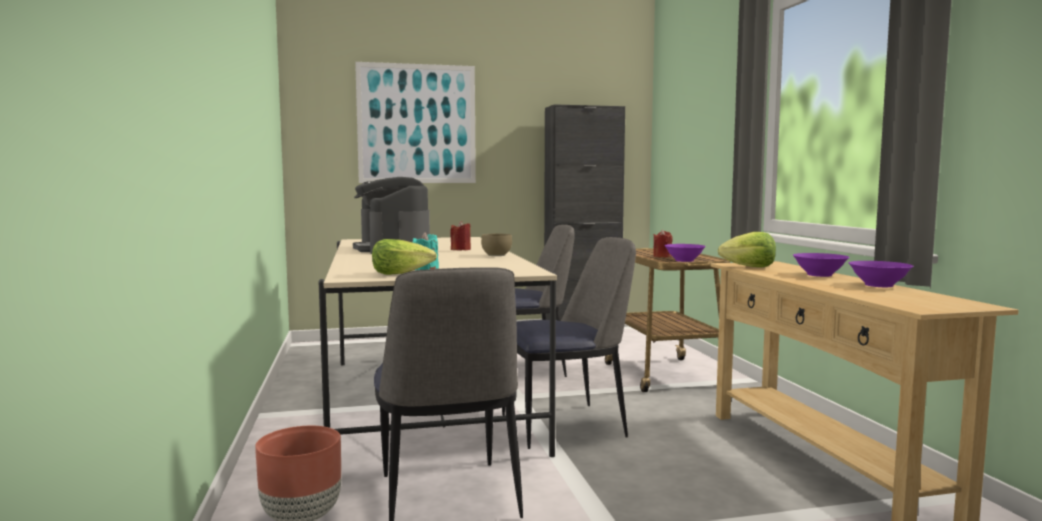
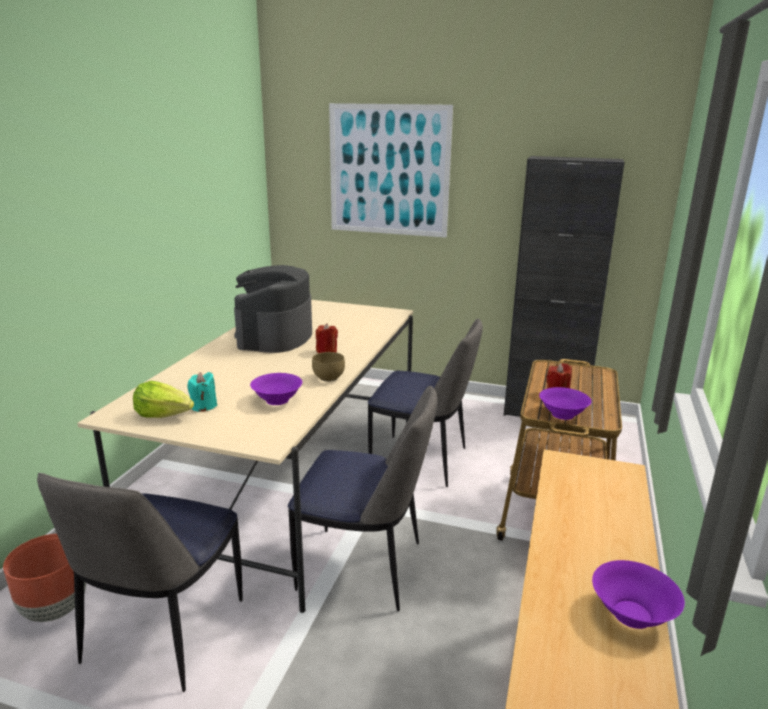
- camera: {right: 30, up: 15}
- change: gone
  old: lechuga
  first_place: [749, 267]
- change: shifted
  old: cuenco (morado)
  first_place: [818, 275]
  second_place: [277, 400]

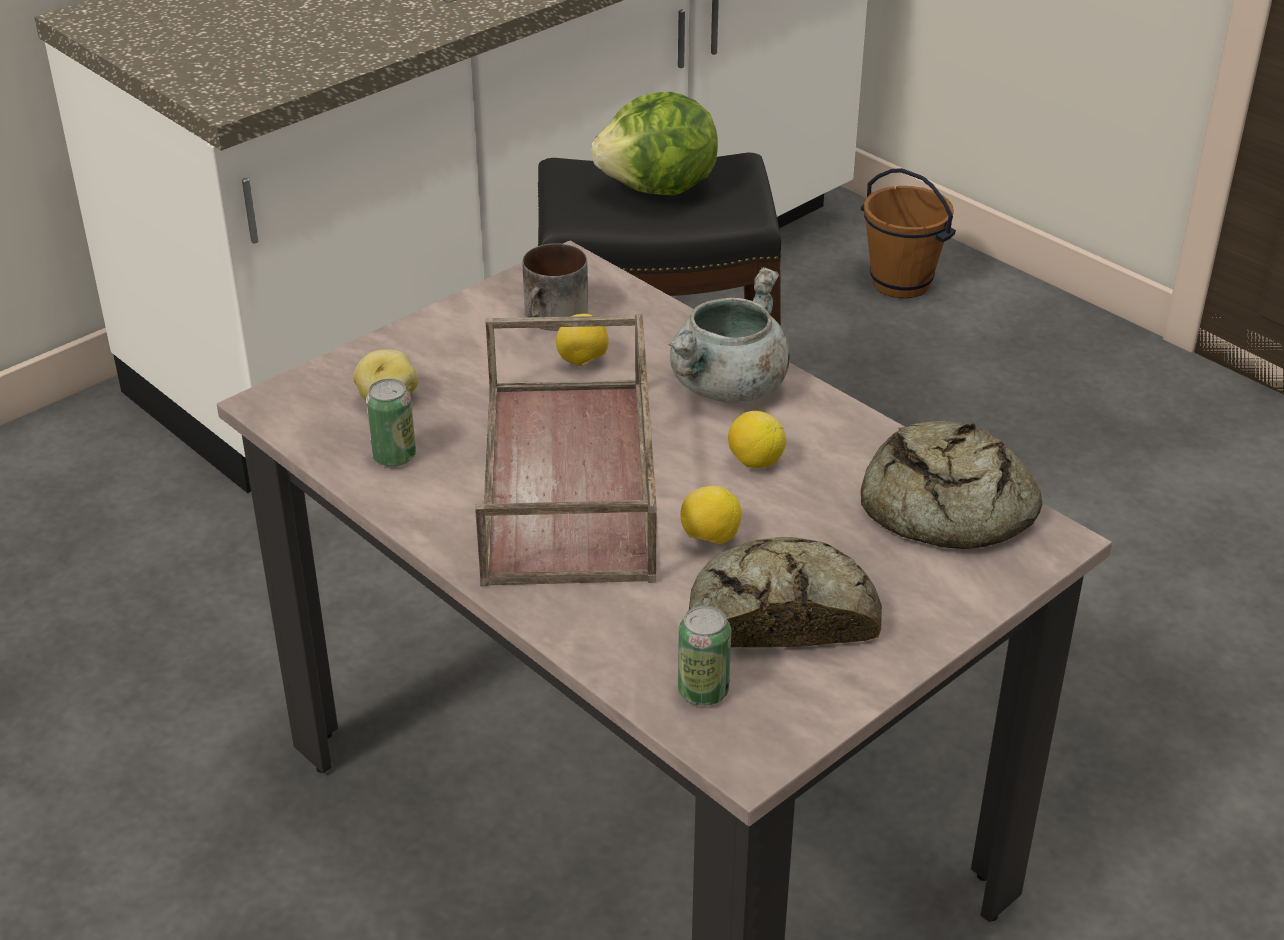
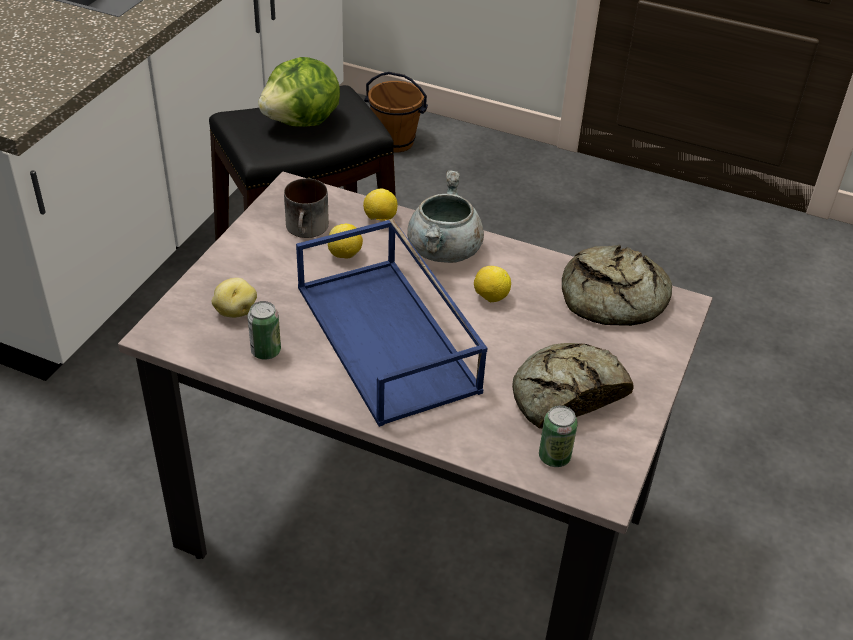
- camera: {right: -25, up: 5}
- change: repainted
  old: bandeja (marrón)
  new: bandeja (azul)
  first_place: [571, 481]
  second_place: [389, 339]
- change: shifted
  old: limón
  first_place: [710, 539]
  second_place: [380, 219]

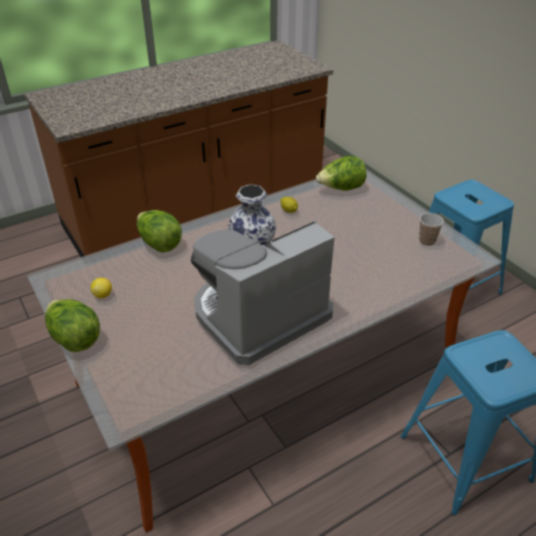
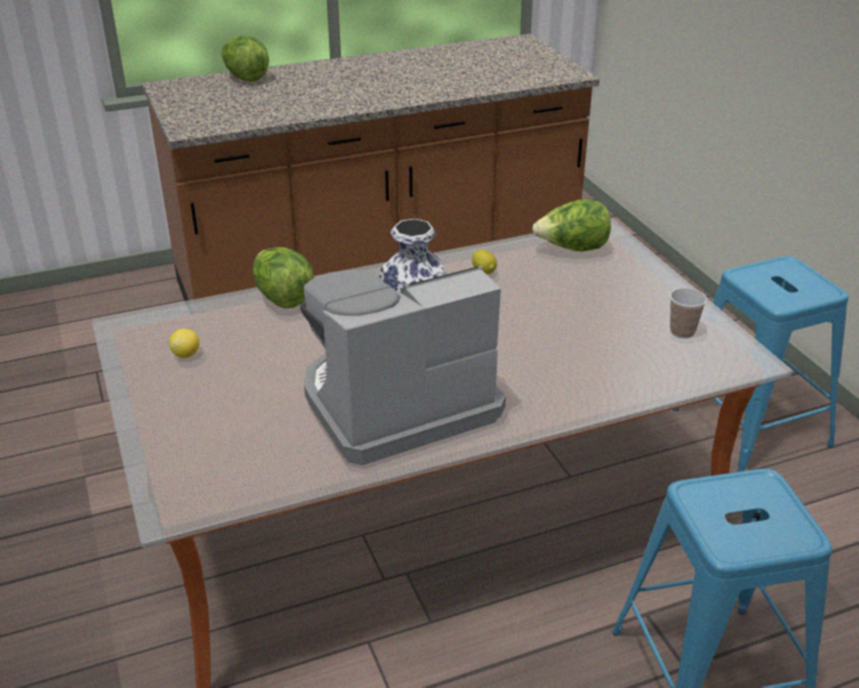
- camera: {right: 10, up: -5}
- change: shifted
  old: lechuga
  first_place: [75, 339]
  second_place: [245, 77]

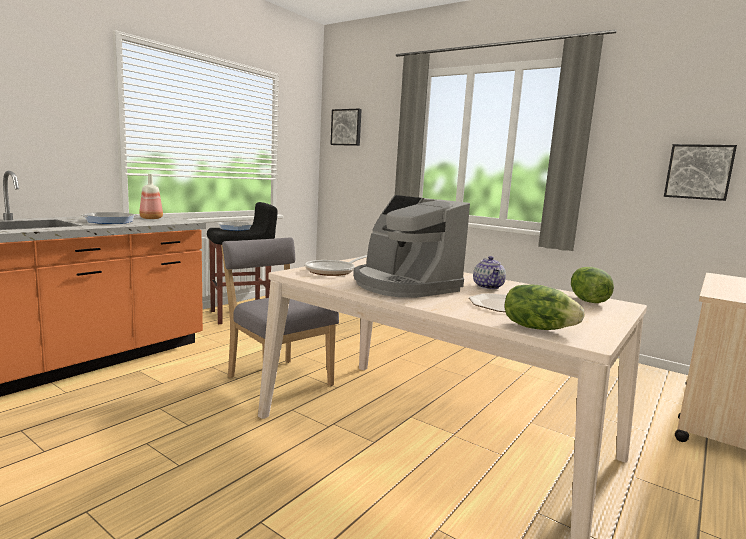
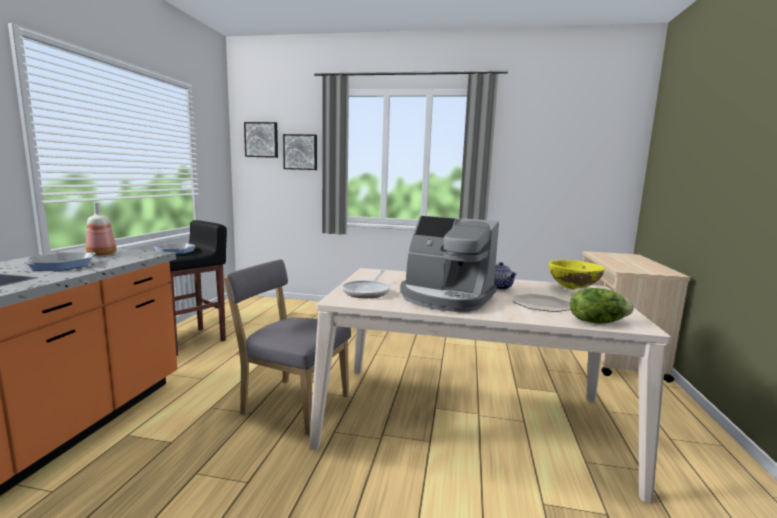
- camera: {right: -25, up: 0}
- change: shifted
  old: cuadro
  first_place: [699, 172]
  second_place: [300, 152]
- change: swapped
  old: lechuga
  new: cuenco (amarillo)
  first_place: [586, 300]
  second_place: [573, 289]

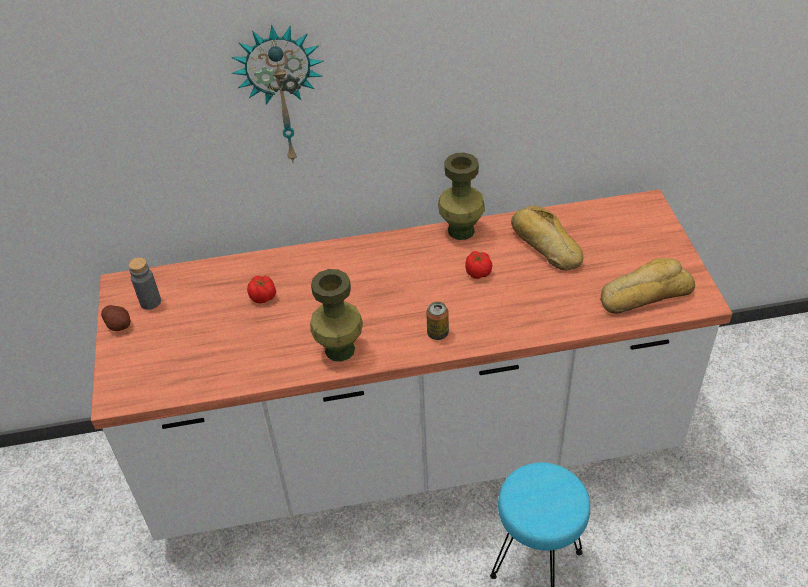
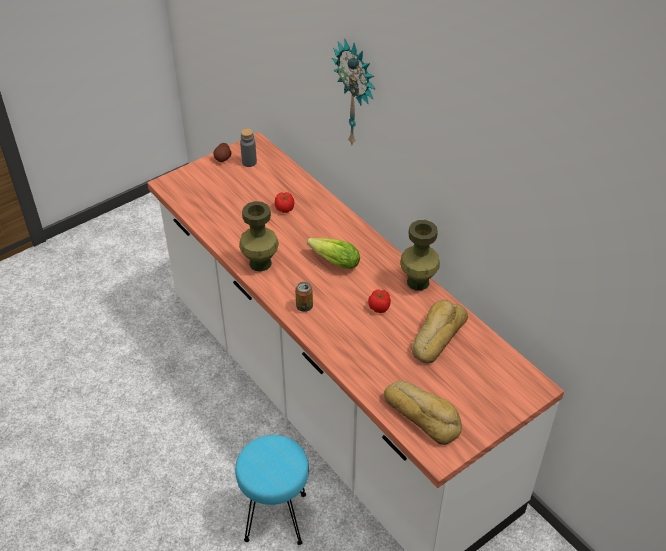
- camera: {right: 60, up: 0}
- change: new
  new: lechuga
  second_place: [332, 261]

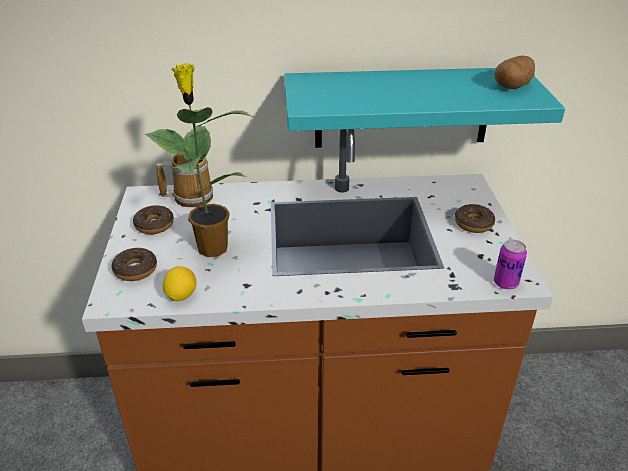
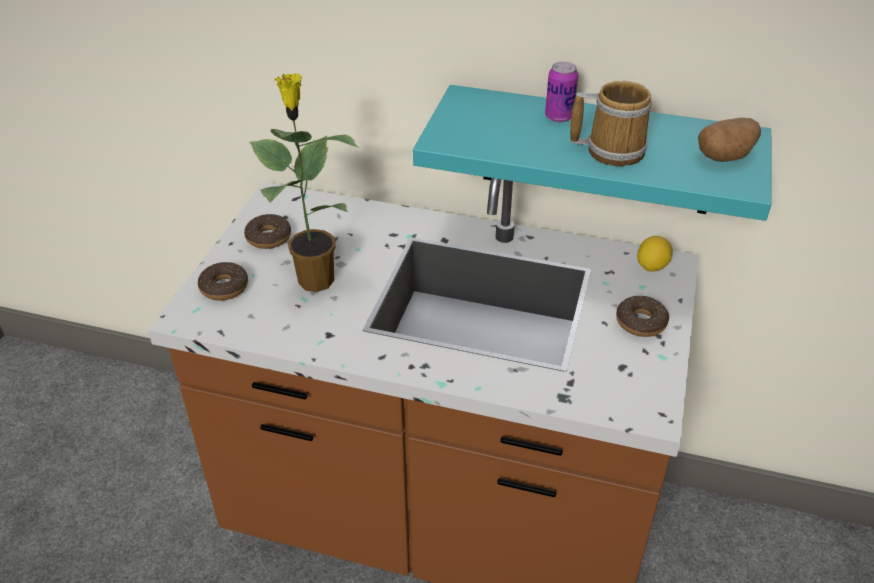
- camera: {right: 20, up: 5}
- change: shifted
  old: taza grande
  first_place: [190, 196]
  second_place: [611, 150]
- change: shifted
  old: lata
  first_place: [505, 283]
  second_place: [559, 117]
- change: shifted
  old: limón
  first_place: [181, 295]
  second_place: [651, 266]

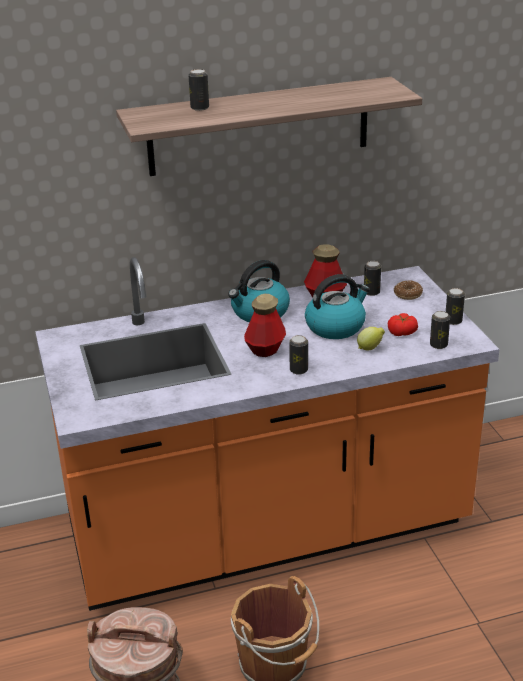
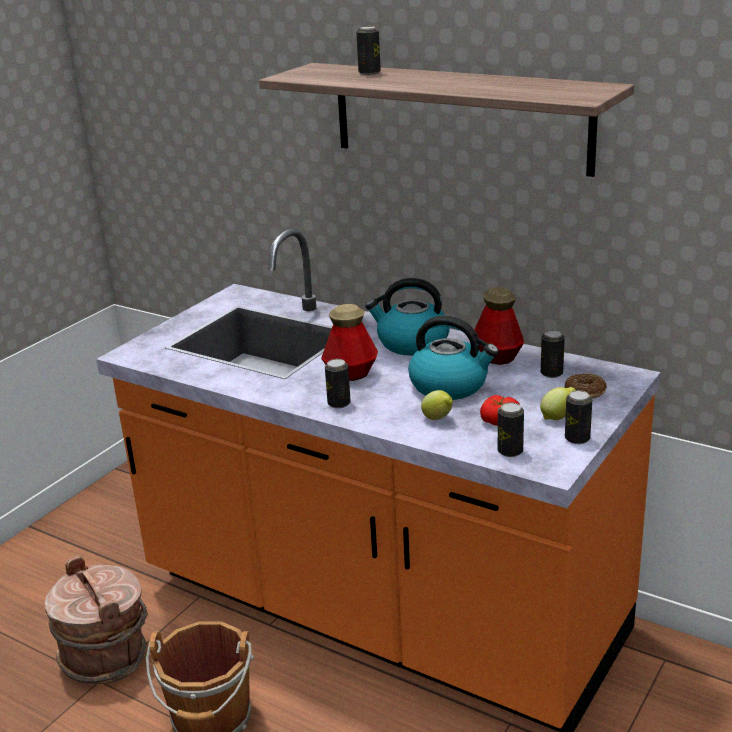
- camera: {right: 50, up: -5}
- change: new
  new: limón
  second_place: [558, 417]

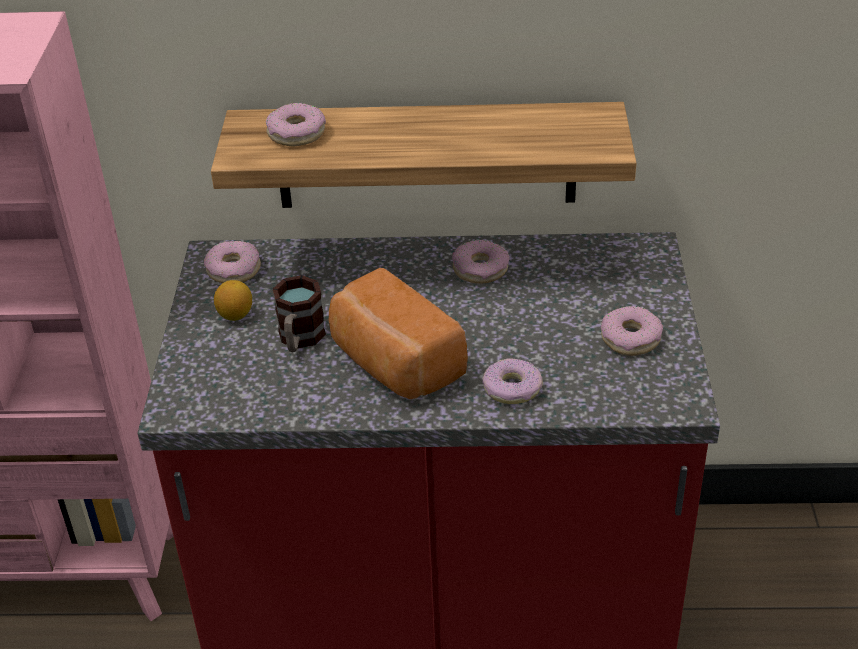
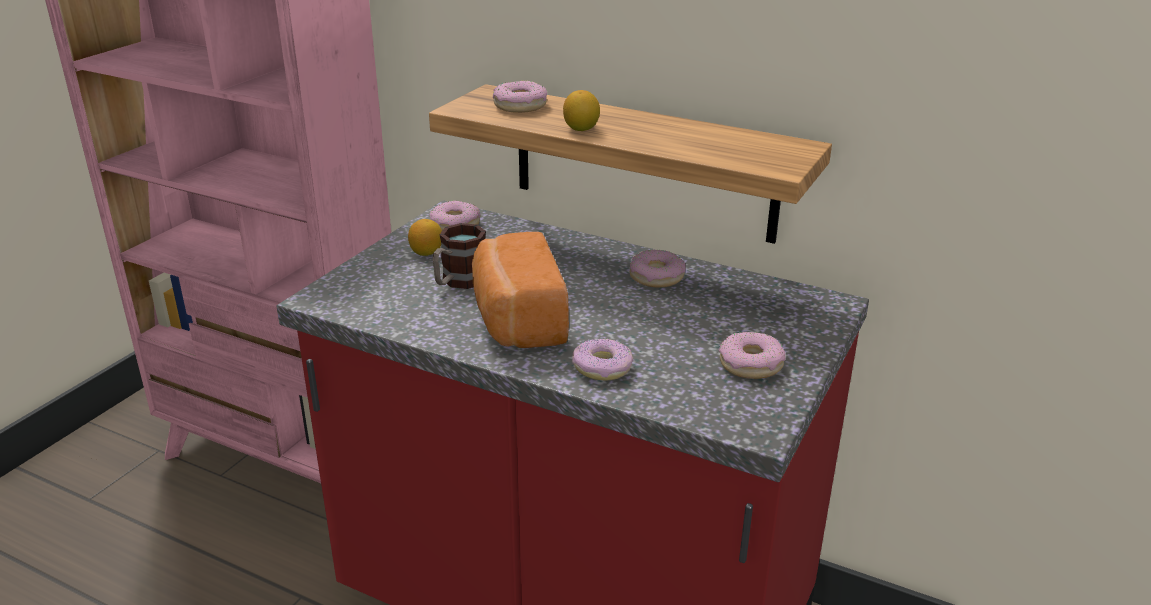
- camera: {right: 25, up: -10}
- change: new
  new: limón
  second_place: [581, 129]

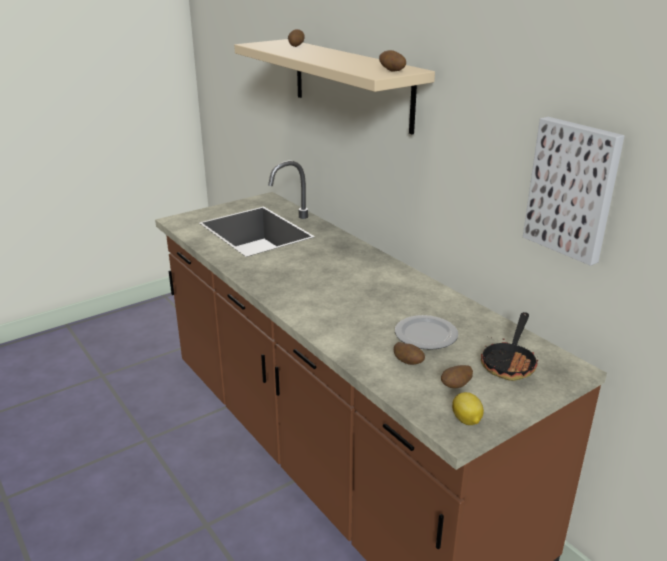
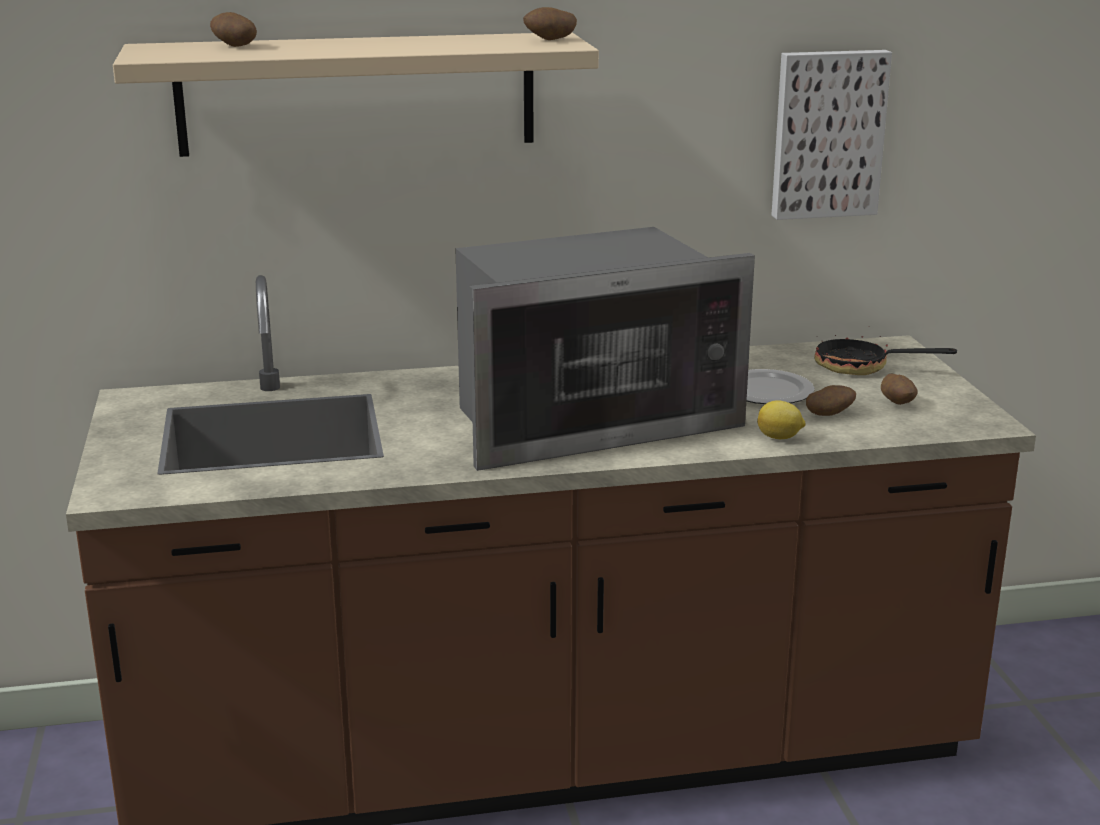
- camera: {right: -65, up: -5}
- change: rotated
  old: sartén
  first_place: [510, 362]
  second_place: [862, 367]
  degrees: 150
- change: shifted
  old: limón
  first_place: [466, 421]
  second_place: [780, 437]
- change: new
  new: microondas
  second_place: [586, 420]

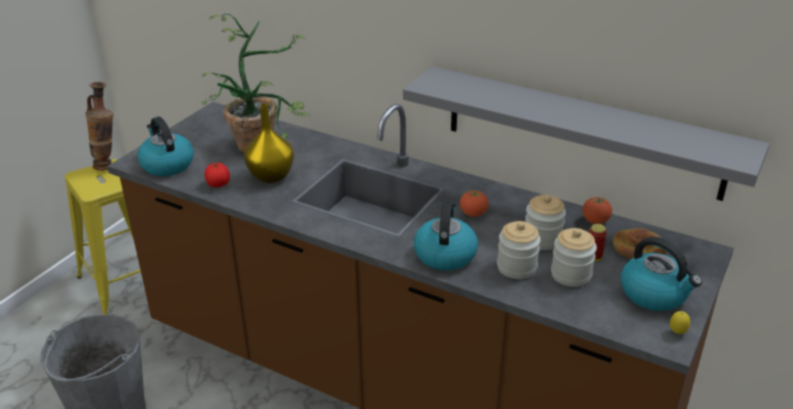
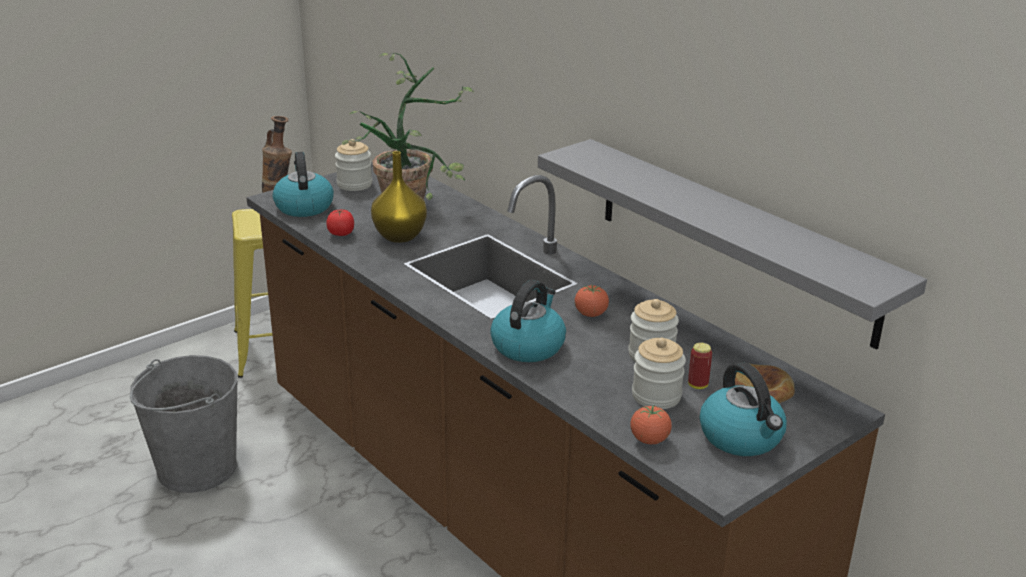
- camera: {right: 20, up: -5}
- change: shifted
  old: tomate
  first_place: [595, 221]
  second_place: [649, 440]
- change: shifted
  old: tarro
  first_place: [516, 267]
  second_place: [354, 184]
- change: gone
  old: limón
  first_place: [677, 333]

